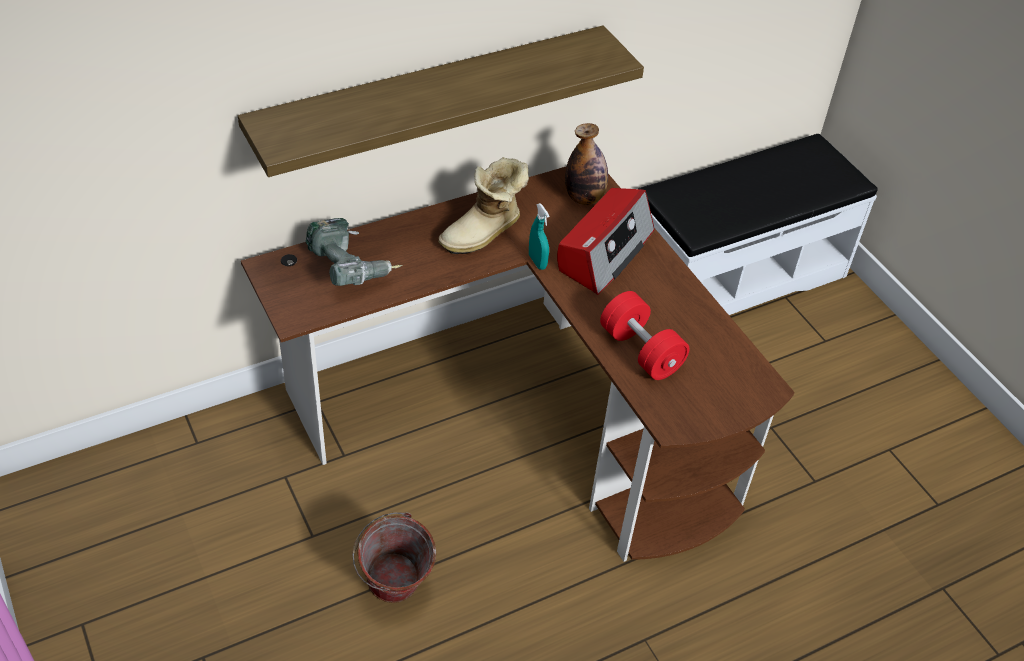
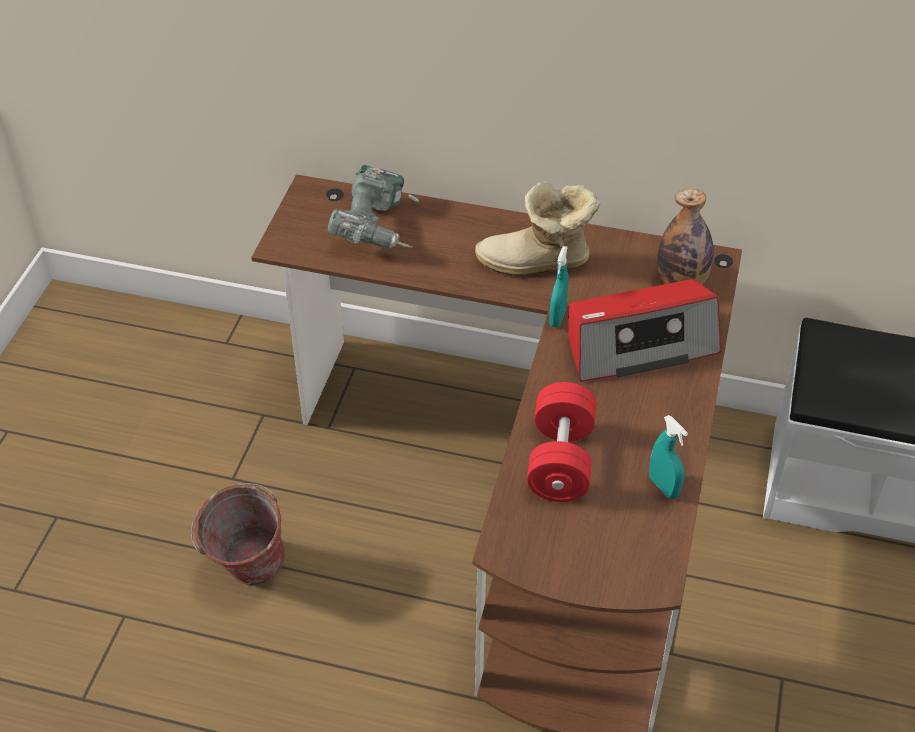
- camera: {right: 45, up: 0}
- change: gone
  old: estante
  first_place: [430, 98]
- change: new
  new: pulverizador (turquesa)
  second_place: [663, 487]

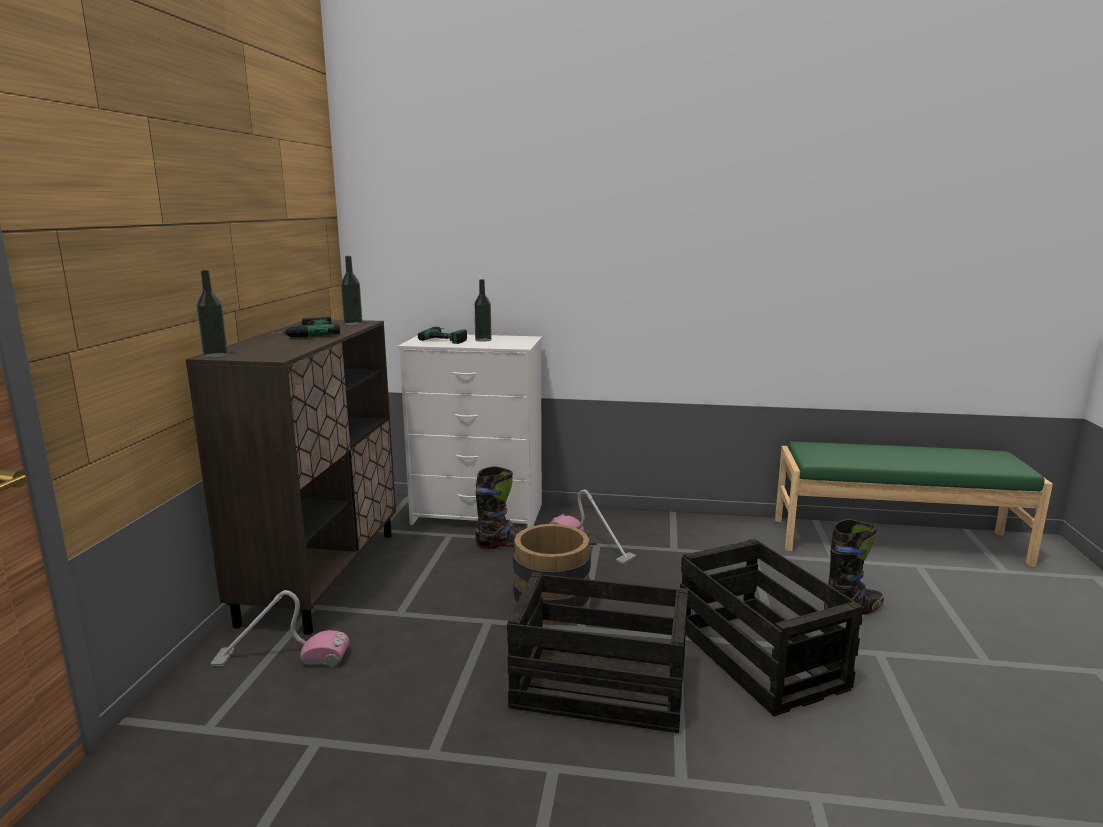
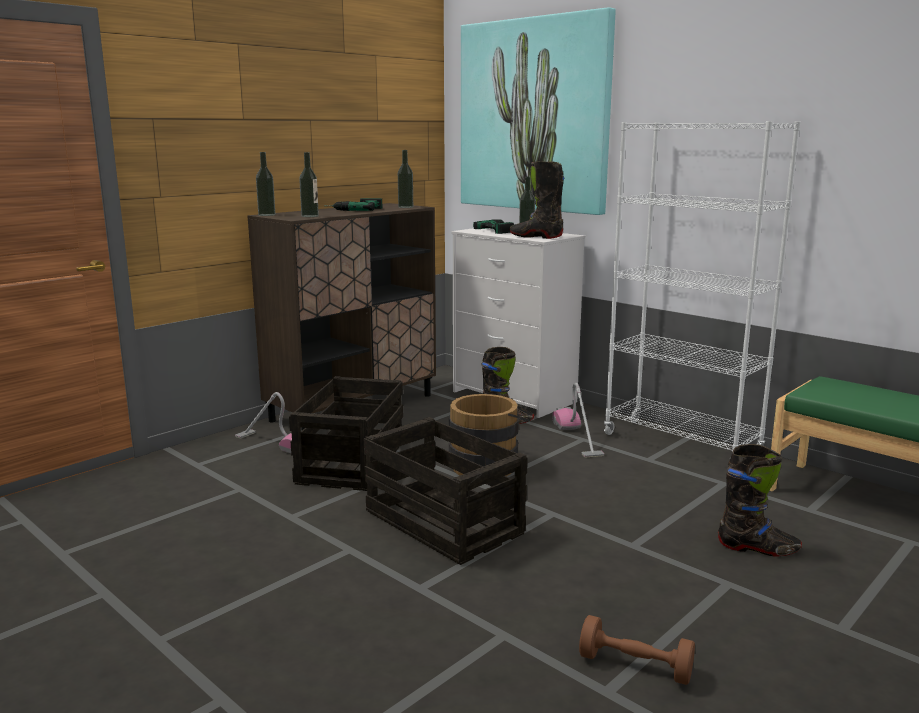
- camera: {right: 35, up: 0}
- change: shifted
  old: caja de embalaje
  first_place: [761, 658]
  second_place: [351, 462]
- change: new
  new: cuadro
  second_place: [534, 116]
- change: new
  new: estantería (blanco)
  second_place: [681, 445]
- change: new
  new: botella
  second_place: [310, 216]
- change: new
  new: bota (negro)
  second_place: [536, 237]
- change: new
  new: mancuerna (marrón)
  second_place: [635, 666]

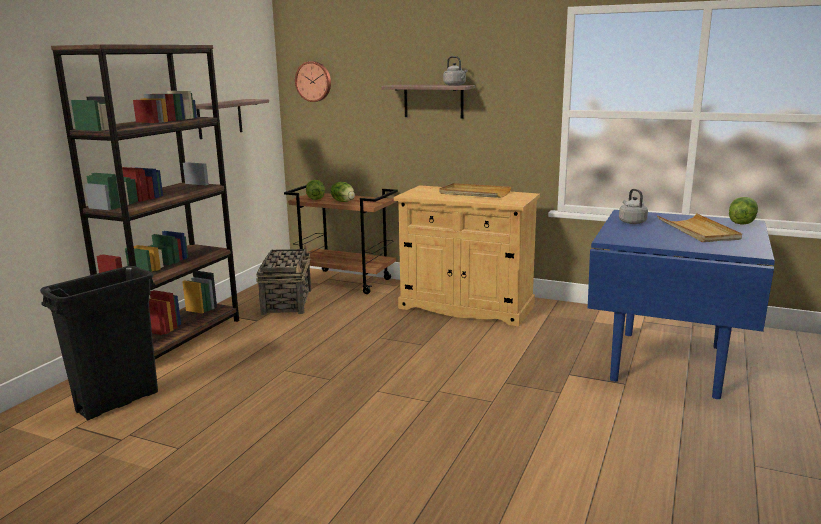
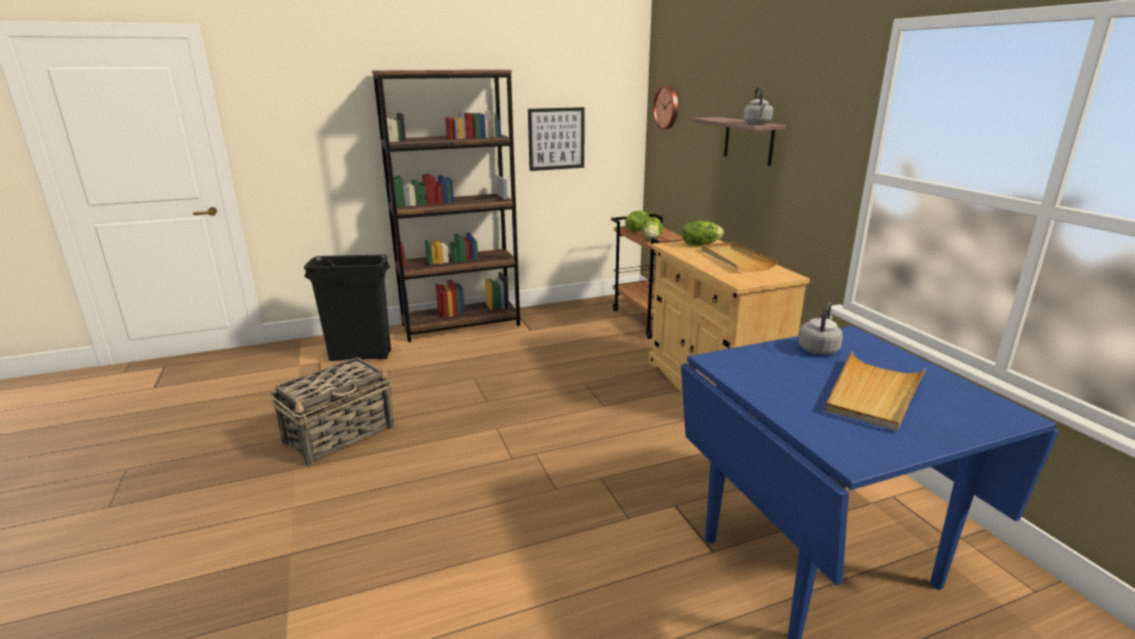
- camera: {right: 45, up: 5}
- change: swapped
  old: estante
  new: cuadro
  first_place: [219, 118]
  second_place: [556, 139]
- change: shifted
  old: lechuga
  first_place: [741, 223]
  second_place: [700, 245]
- change: shifted
  old: cesta
  first_place: [287, 301]
  second_place: [341, 434]

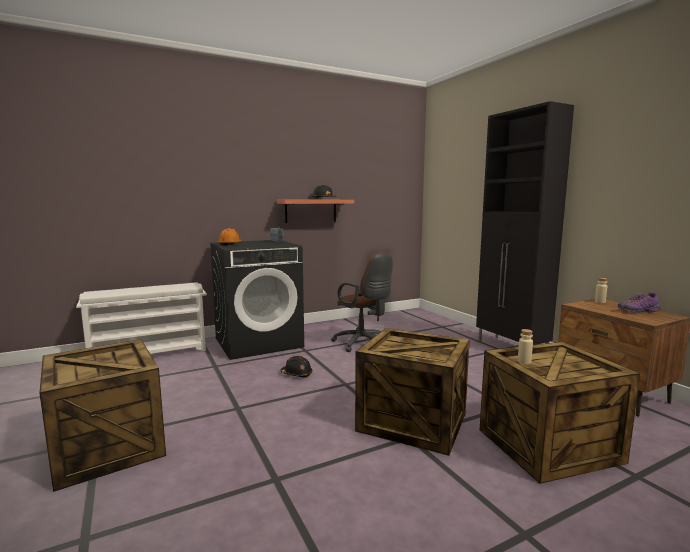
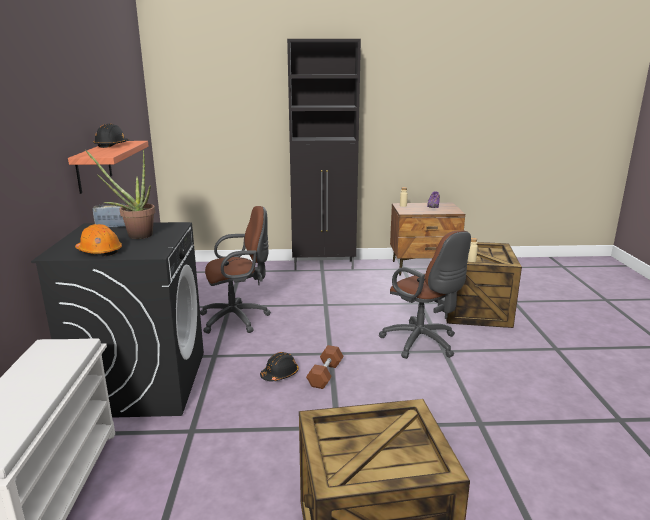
- camera: {right: -65, up: 10}
- change: swapped
  old: caja de embalaje
  new: silla de oficina (marrón)
  first_place: [411, 422]
  second_place: [423, 343]
- change: new
  new: planta en maceta
  second_place: [135, 235]
- change: new
  new: mancuerna (marrón)
  second_place: [325, 374]

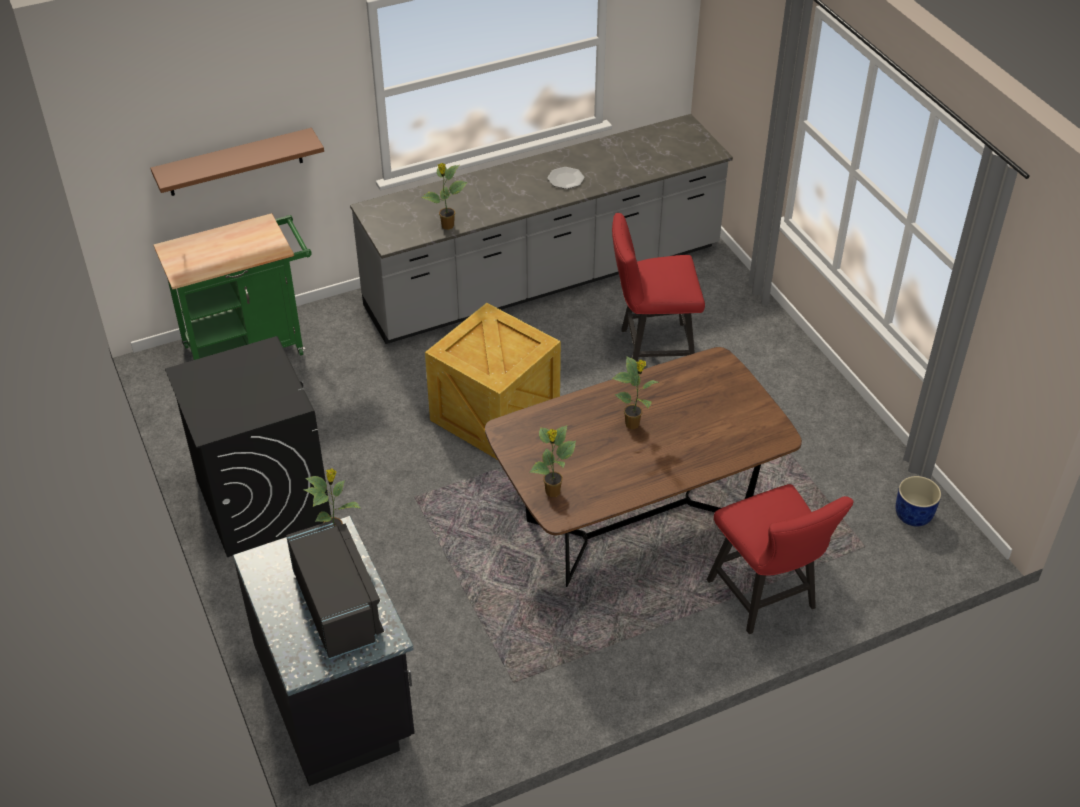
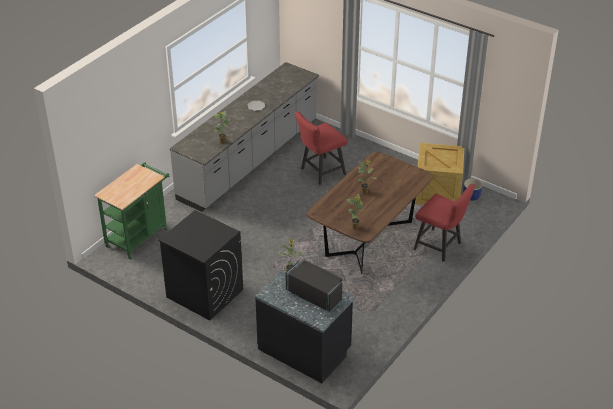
- camera: {right: -30, up: -5}
- change: gone
  old: estante (marrón)
  first_place: [235, 162]
- change: shifted
  old: caja de embalaje
  first_place: [494, 413]
  second_place: [437, 192]

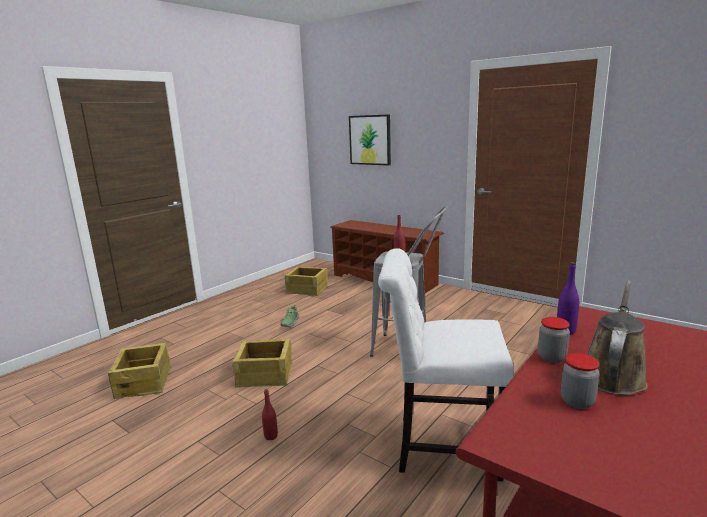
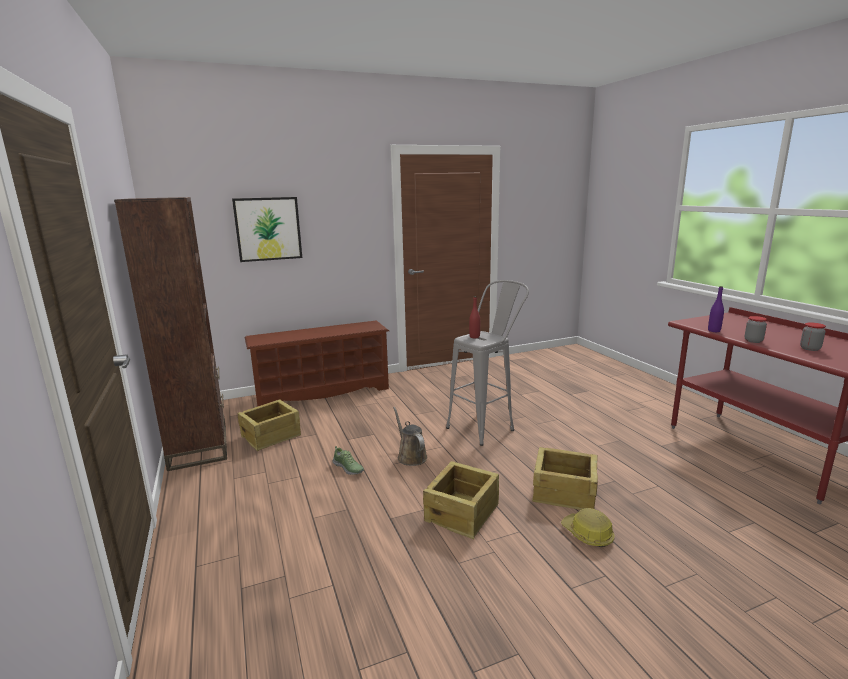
- camera: {right: -60, up: 0}
- change: gone
  old: silla (blanco)
  first_place: [441, 445]
- change: shifted
  old: regadera (marrón)
  first_place: [612, 375]
  second_place: [410, 456]
- change: shifted
  old: caja de embalaje
  first_place: [144, 382]
  second_place: [563, 492]
- change: swapped
  old: botella (rojo)
  new: casco
  first_place: [271, 436]
  second_place: [587, 534]
- change: new
  new: estantería (marrón)
  second_place: [199, 447]

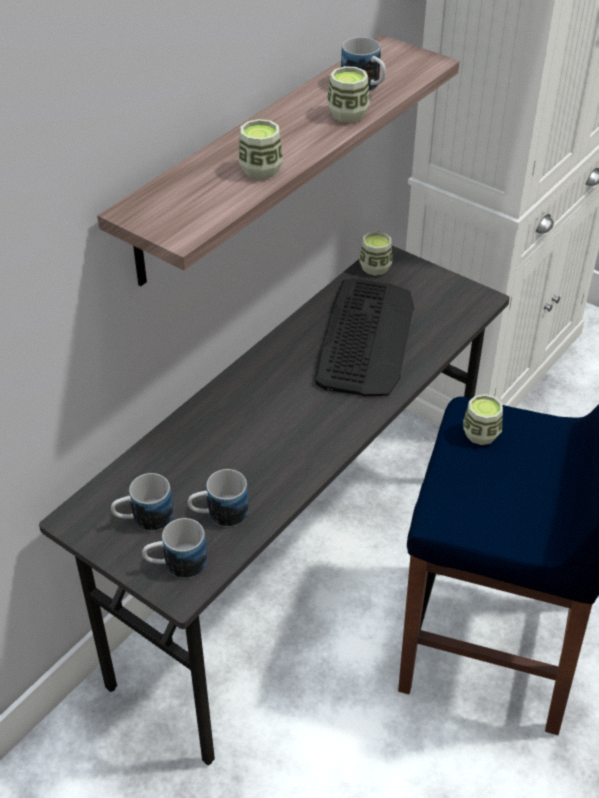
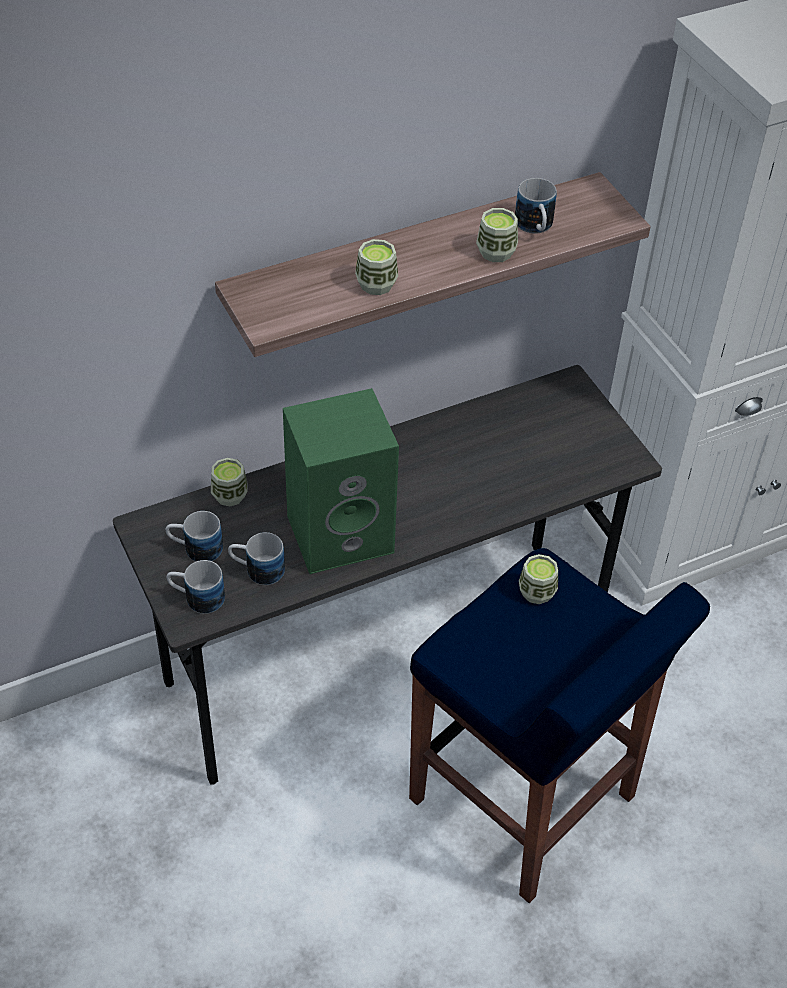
- camera: {right: 25, up: 5}
- change: shifted
  old: taza
  first_place: [375, 267]
  second_place: [229, 495]
- change: gone
  old: teclado
  first_place: [365, 337]
- change: new
  new: altavoz (verde)
  second_place: [342, 532]

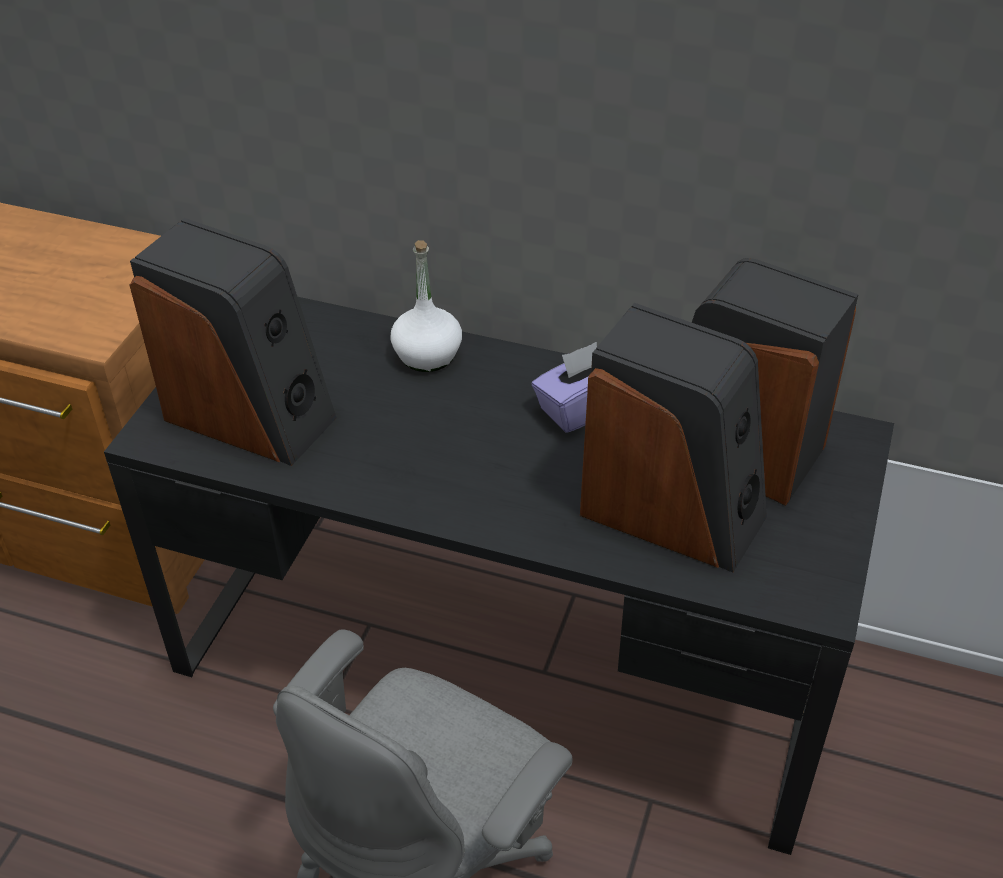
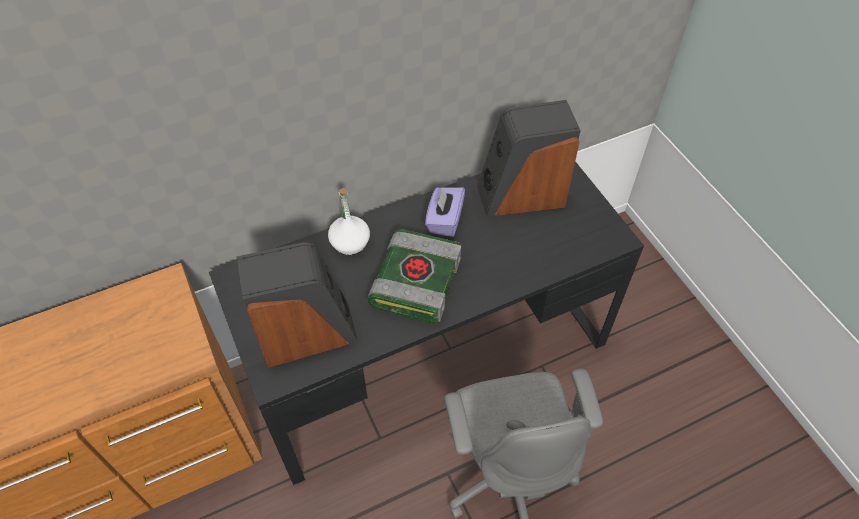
- camera: {right: -45, up: 10}
- change: gone
  old: altavoz
  first_place: [672, 512]
- change: new
  new: libro
  second_place: [415, 281]

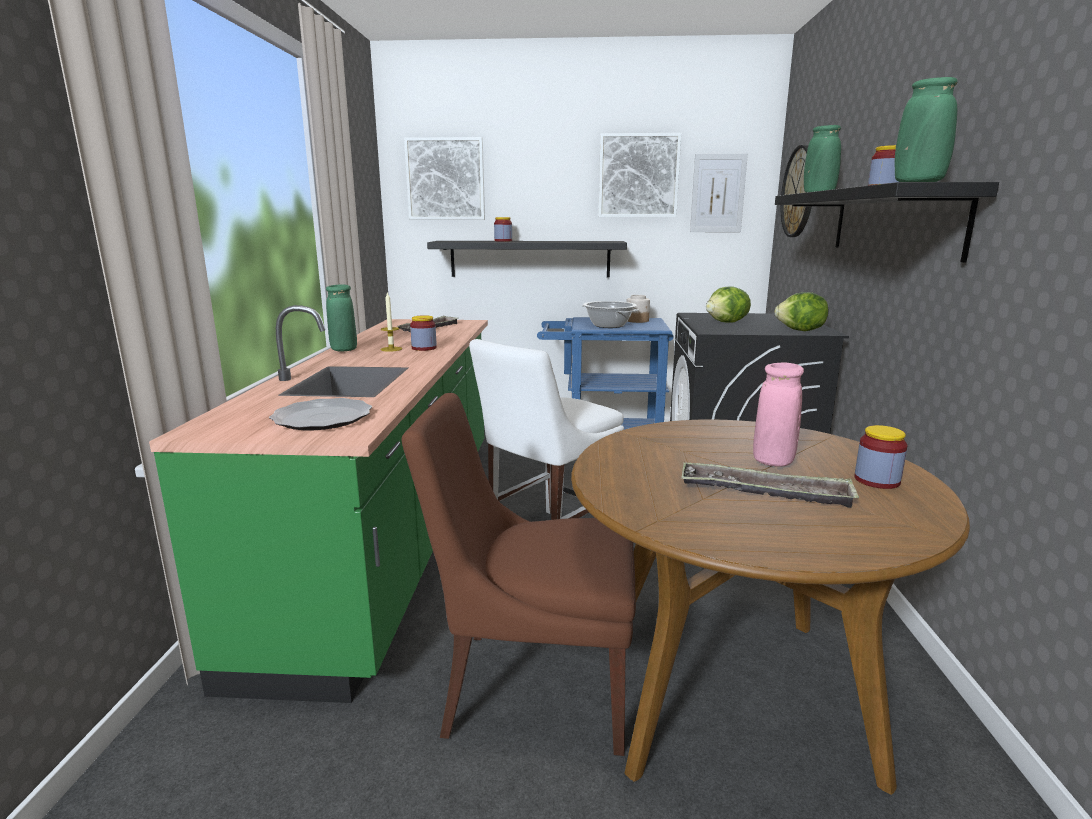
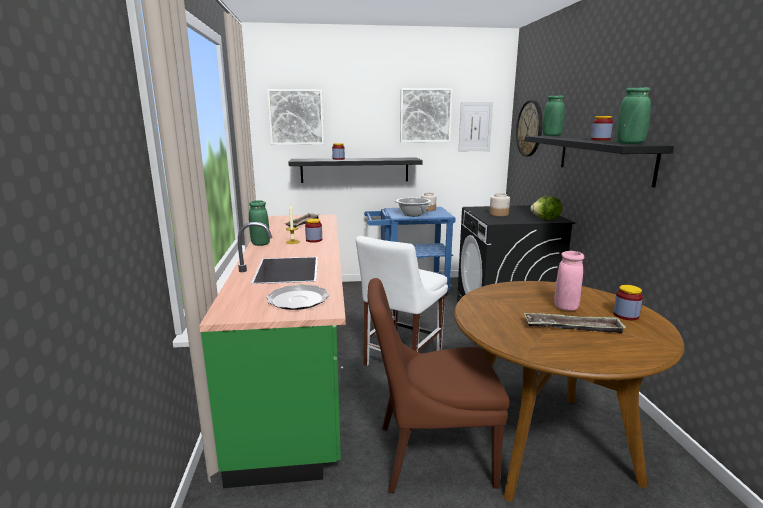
- camera: {right: -10, up: 0}
- change: swapped
  old: lechuga
  new: tarro
  first_place: [727, 322]
  second_place: [499, 214]

